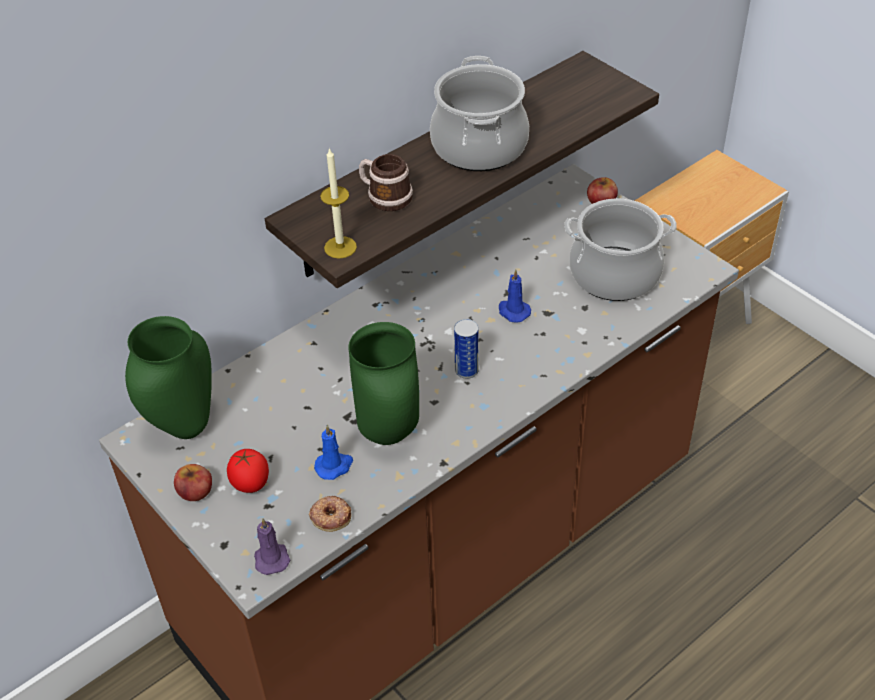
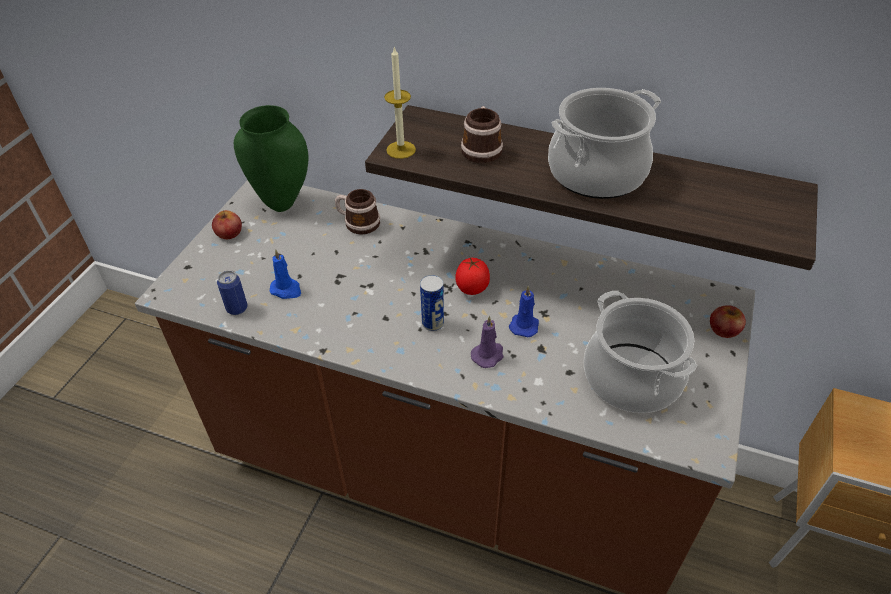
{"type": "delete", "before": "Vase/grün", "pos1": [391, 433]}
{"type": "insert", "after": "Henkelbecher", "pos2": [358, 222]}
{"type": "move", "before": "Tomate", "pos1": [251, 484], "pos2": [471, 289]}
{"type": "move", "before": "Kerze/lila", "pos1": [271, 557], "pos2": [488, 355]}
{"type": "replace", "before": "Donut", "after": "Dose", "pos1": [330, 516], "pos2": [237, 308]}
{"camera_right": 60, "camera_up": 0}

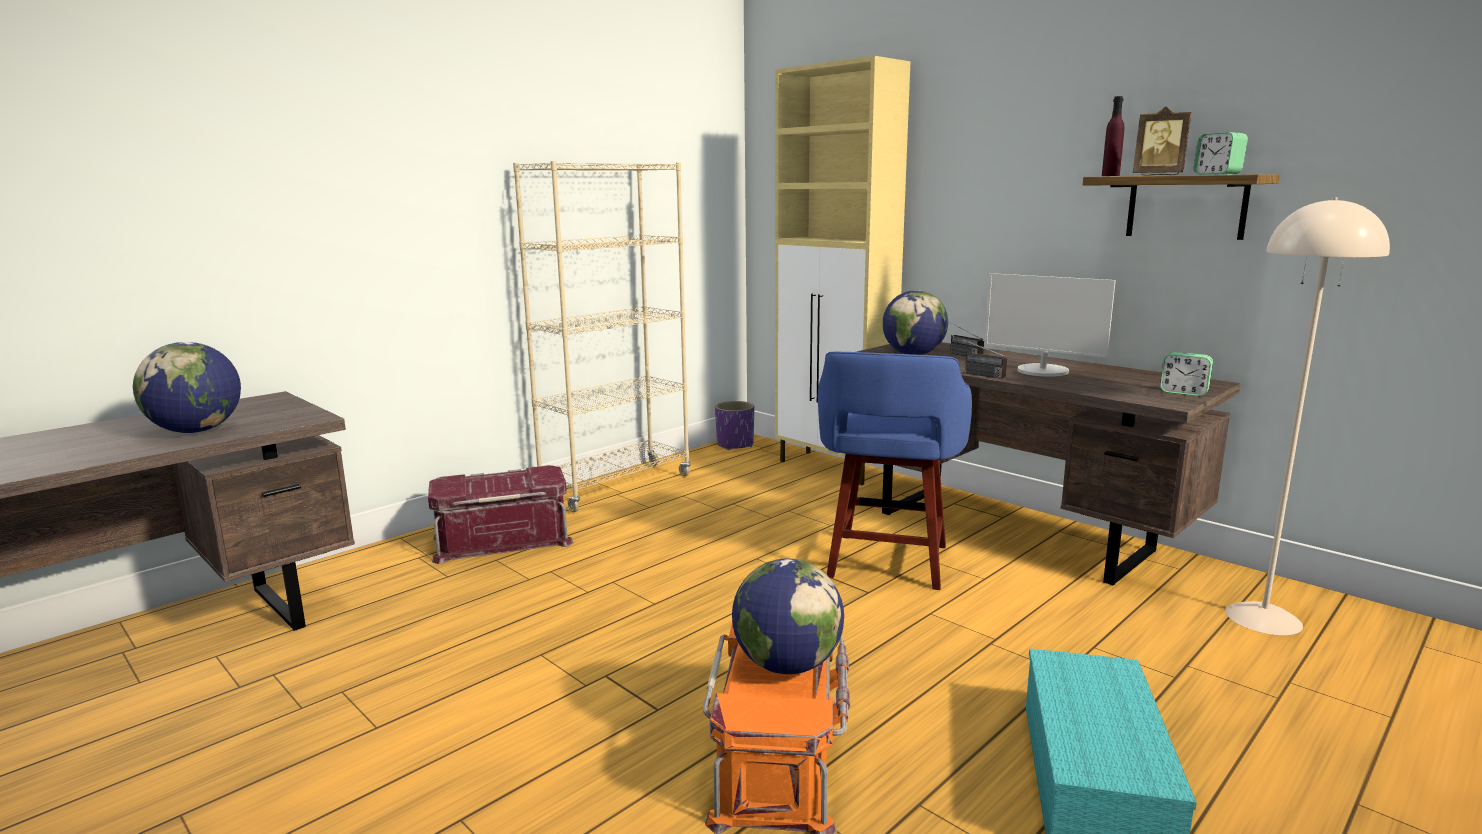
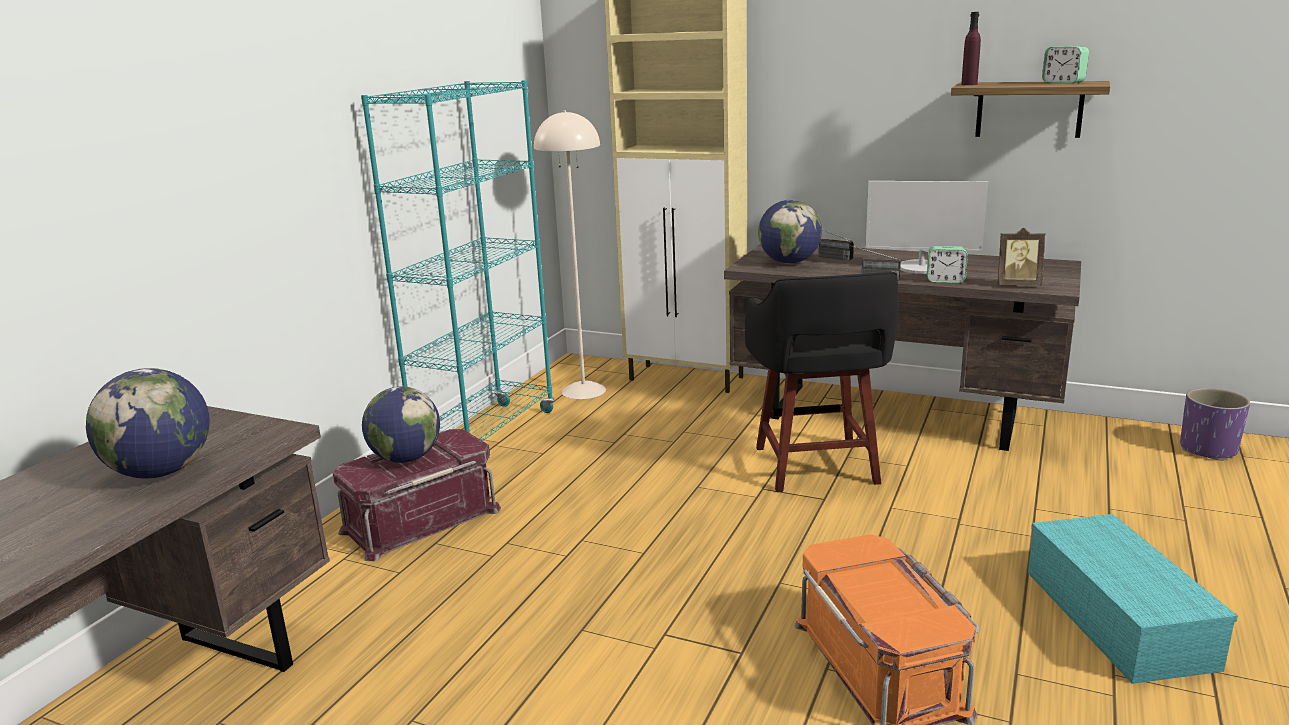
{"type": "move", "before": "Pflanzkübel/lila", "pos1": [735, 445], "pos2": [1208, 449]}
{"type": "move", "before": "Globus", "pos1": [787, 665], "pos2": [406, 458]}
{"type": "move", "before": "Bilderrahmen", "pos1": [1158, 175], "pos2": [1017, 285]}
{"type": "move", "before": "Wecker", "pos1": [1183, 393], "pos2": [945, 281]}
{"type": "move", "before": "Stehlampe/beige", "pos1": [1264, 618], "pos2": [584, 390]}
{"type": "recolor", "before": "Bücherregal/beige", "after": "Bücherregal/türkis", "pos1": [616, 486], "pos2": [487, 437]}
{"type": "recolor", "before": "Hocker/blau", "after": "Hocker/schwarz", "pos1": [887, 563], "pos2": [817, 467]}
{"camera_right": -20, "camera_up": 5}

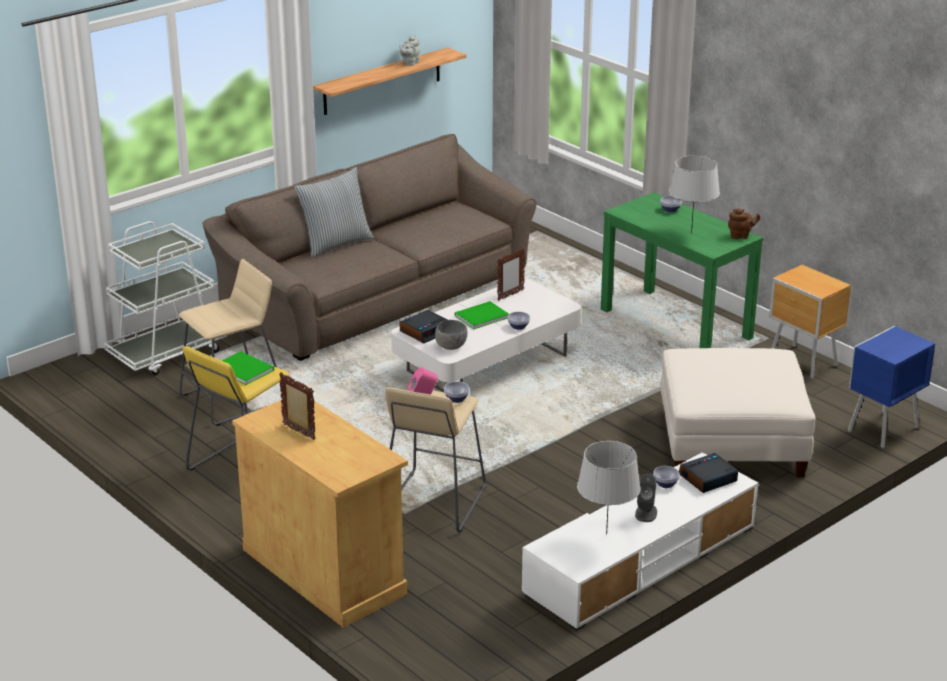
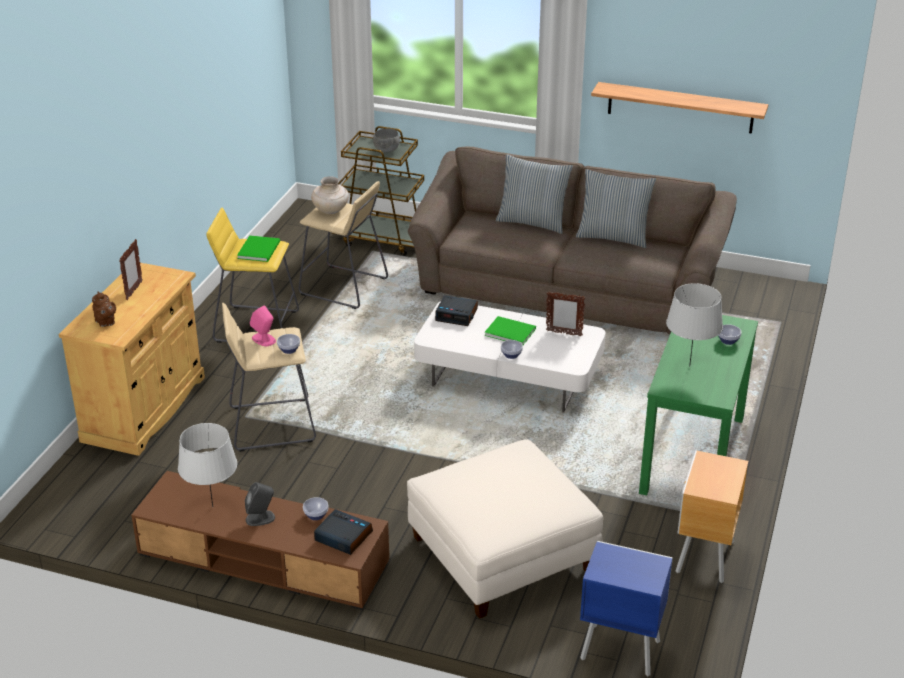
{"type": "delete", "before": "Teekanne/grau", "pos1": [410, 63]}
{"type": "insert", "after": "Vase/beige", "pos2": [330, 210]}
{"type": "insert", "after": "Kissen", "pos2": [613, 237]}
{"type": "move", "before": "Schüssel/grau", "pos1": [452, 346], "pos2": [387, 151]}
{"type": "move", "before": "Teekanne/braun", "pos1": [741, 236], "pos2": [105, 322]}
{"type": "recolor", "before": "Rollwagen/weiß", "after": "Rollwagen/braun", "pos1": [167, 353], "pos2": [383, 238]}
{"type": "recolor", "before": "Fernsehschrank/weiß", "after": "Fernsehschrank/braun", "pos1": [641, 560], "pos2": [263, 558]}
{"camera_right": 60, "camera_up": 5}

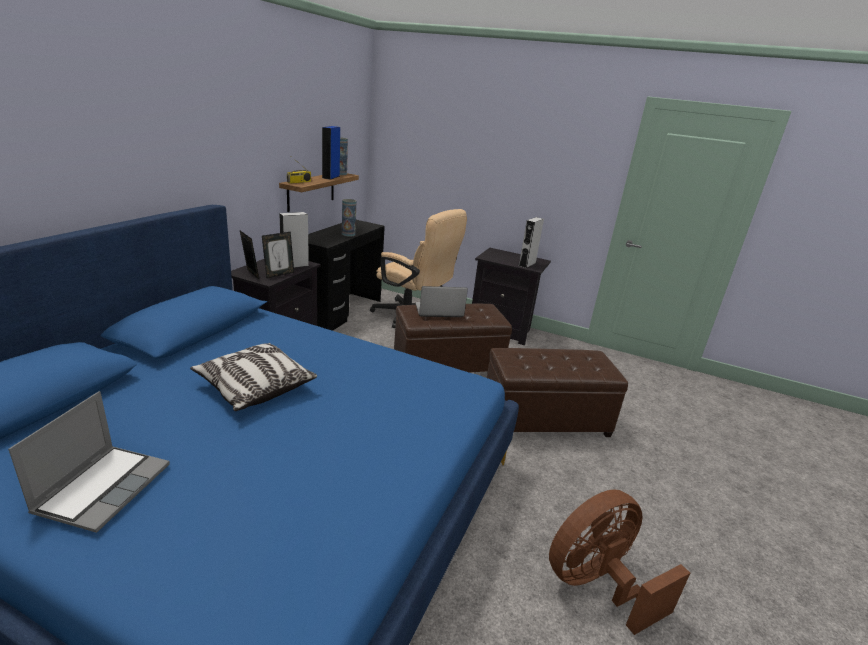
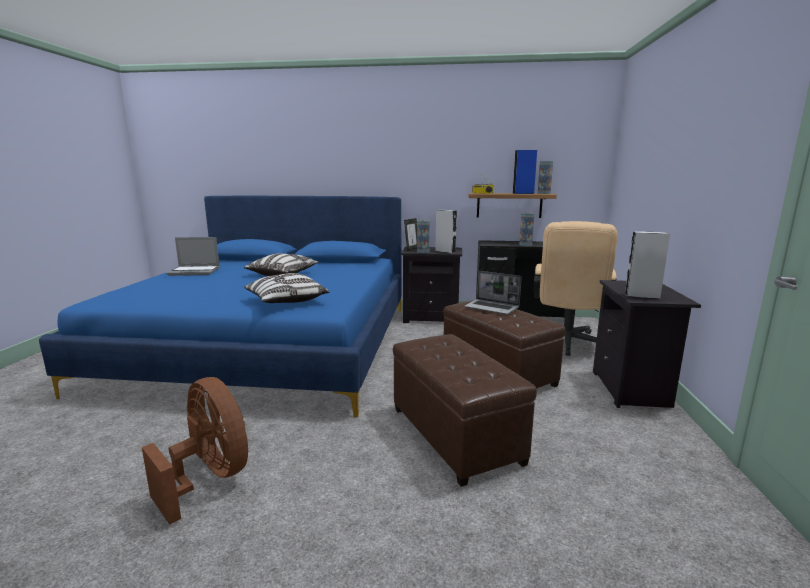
{"type": "insert", "after": "Kissen", "pos2": [286, 301]}
{"type": "replace", "before": "Bilderrahmen", "after": "Vase", "pos1": [279, 274], "pos2": [423, 251]}
{"type": "rotate", "before": "Laptop", "pos1": [438, 311], "pos2": [492, 308], "turn": 150}
{"camera_right": 75, "camera_up": -10}

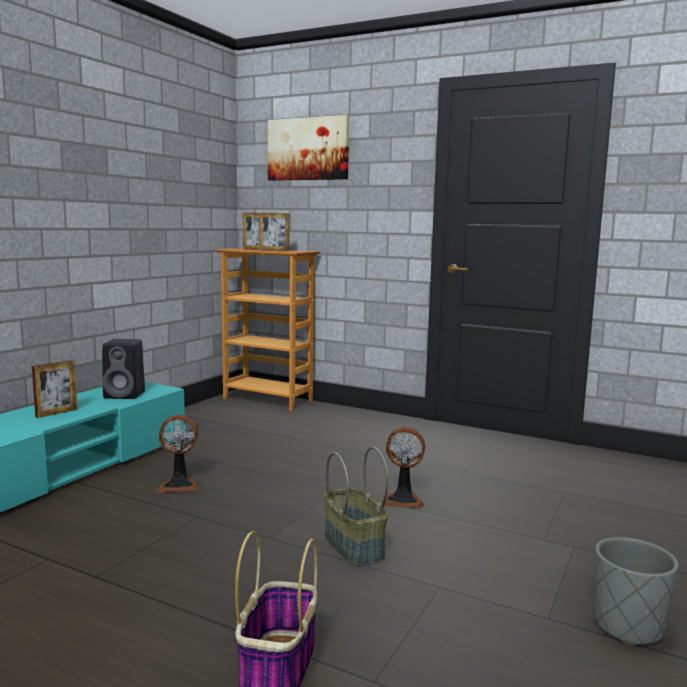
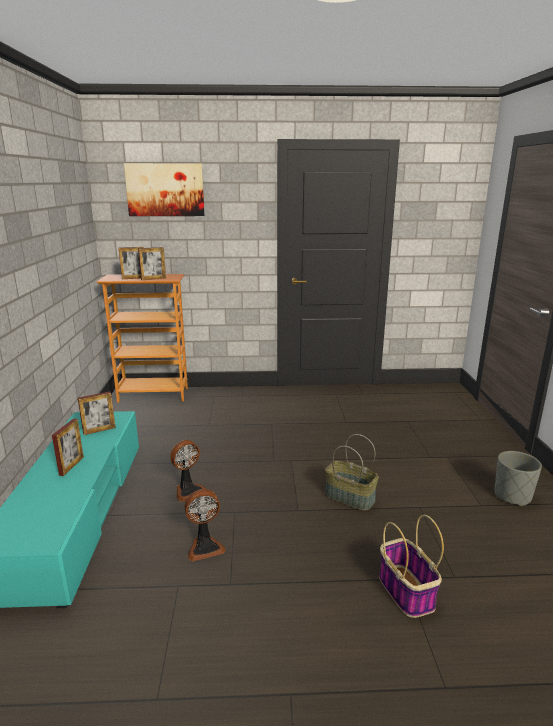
{"type": "move", "before": "Ventilator", "pos1": [403, 500], "pos2": [205, 547]}
{"type": "replace", "before": "Lautsprecher/schwarz", "after": "Bilderrahmen", "pos1": [126, 395], "pos2": [99, 430]}
{"camera_right": -30, "camera_up": 10}

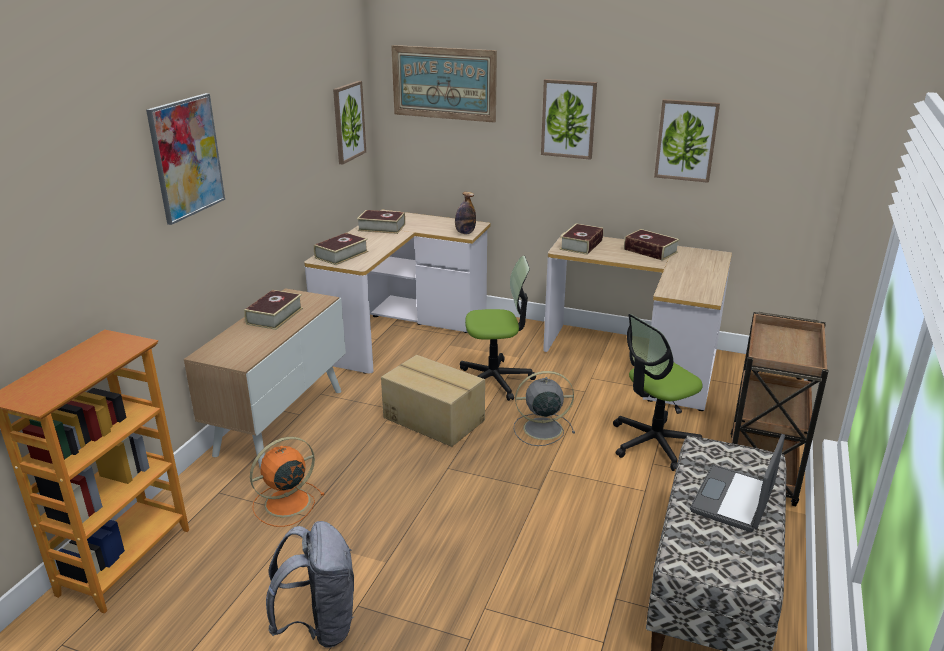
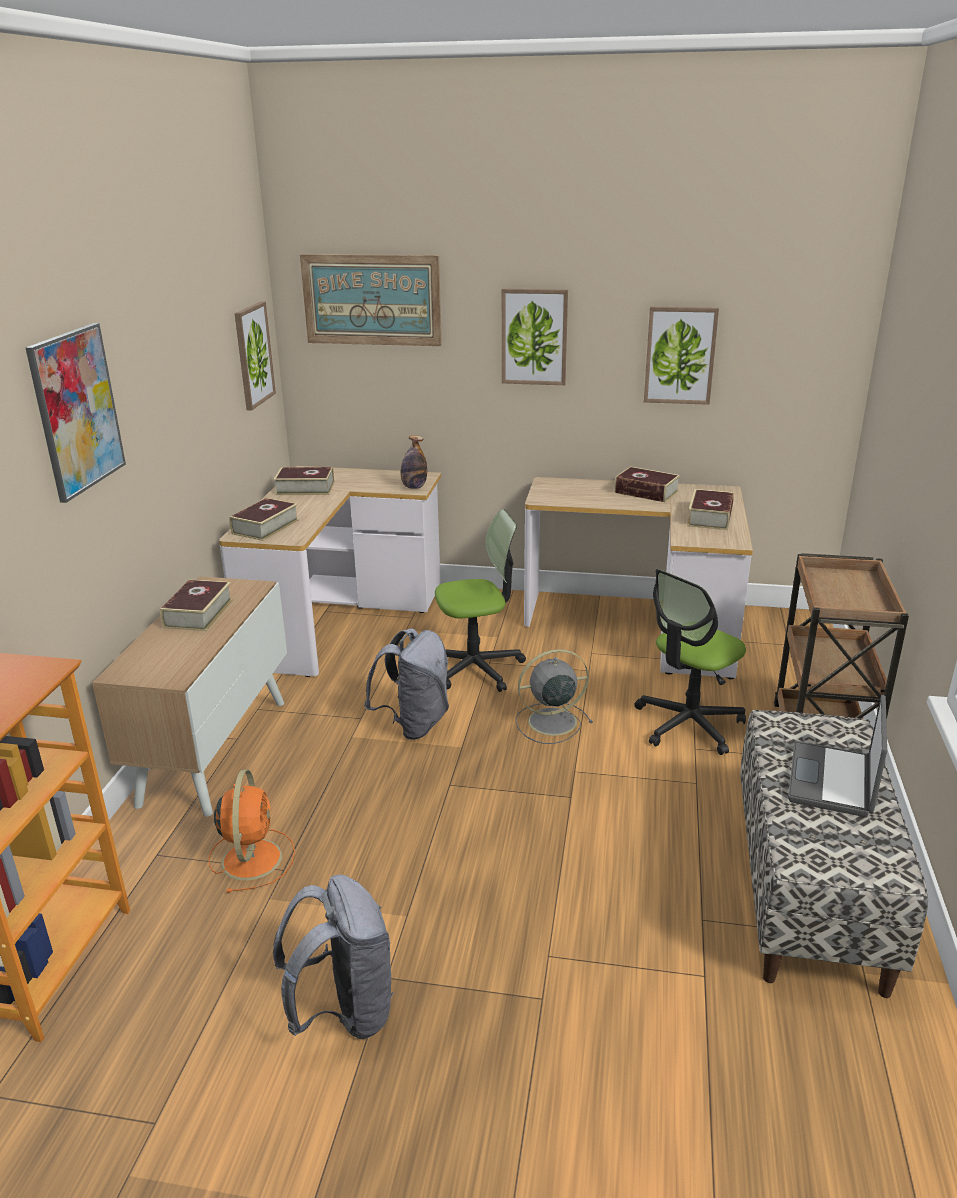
{"type": "move", "before": "Buch", "pos1": [581, 245], "pos2": [710, 517]}
{"type": "replace", "before": "Karton", "after": "Rucksack/grau", "pos1": [434, 418], "pos2": [414, 724]}
{"type": "rotate", "before": "Ventilator/orange", "pos1": [285, 503], "pos2": [252, 857], "turn": 135}
{"camera_right": -10, "camera_up": 0}

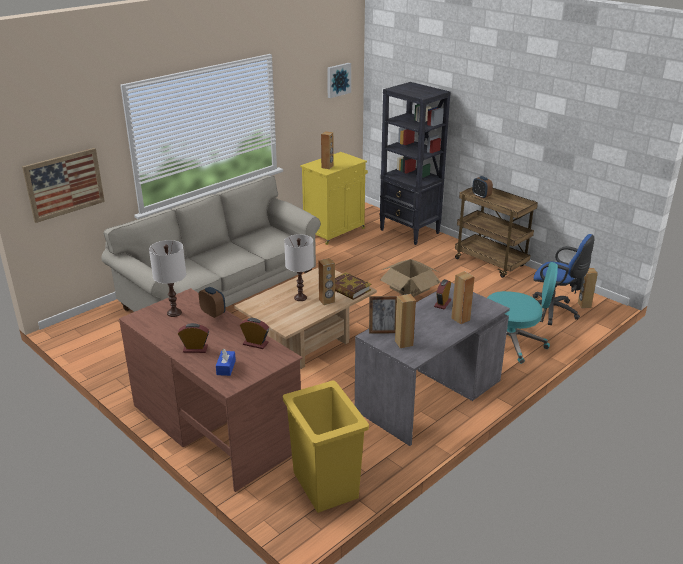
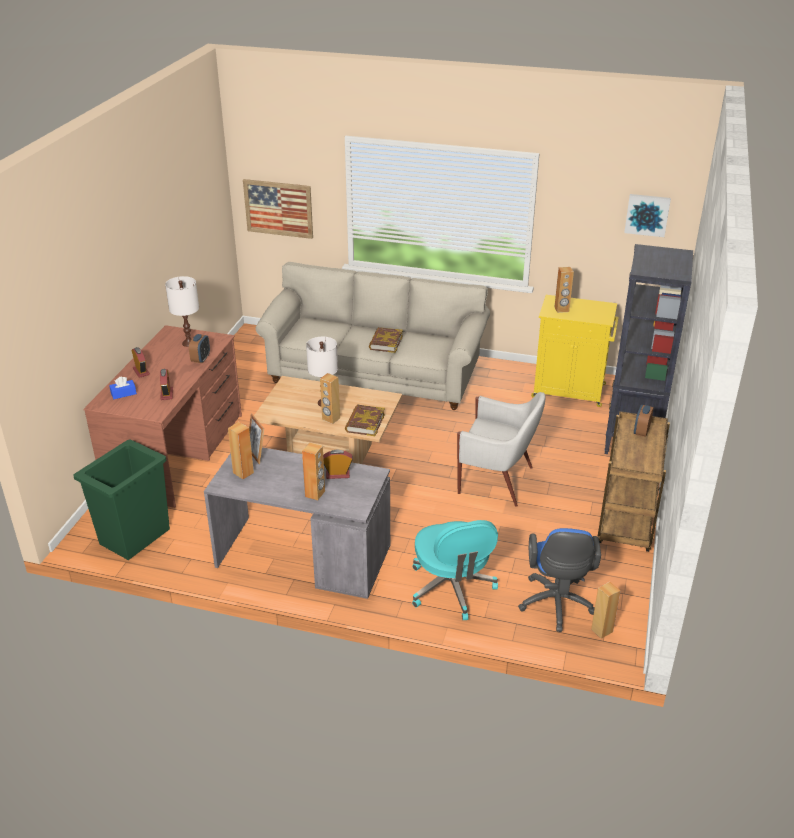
{"type": "insert", "after": "Buch", "pos2": [385, 343]}
{"type": "replace", "before": "Karton", "after": "Sessel/weiß", "pos1": [409, 288], "pos2": [497, 481]}
{"type": "recolor", "before": "Mülleimer/gelb", "after": "Mülleimer/grün", "pos1": [325, 486], "pos2": [133, 537]}
{"camera_right": 60, "camera_up": 5}

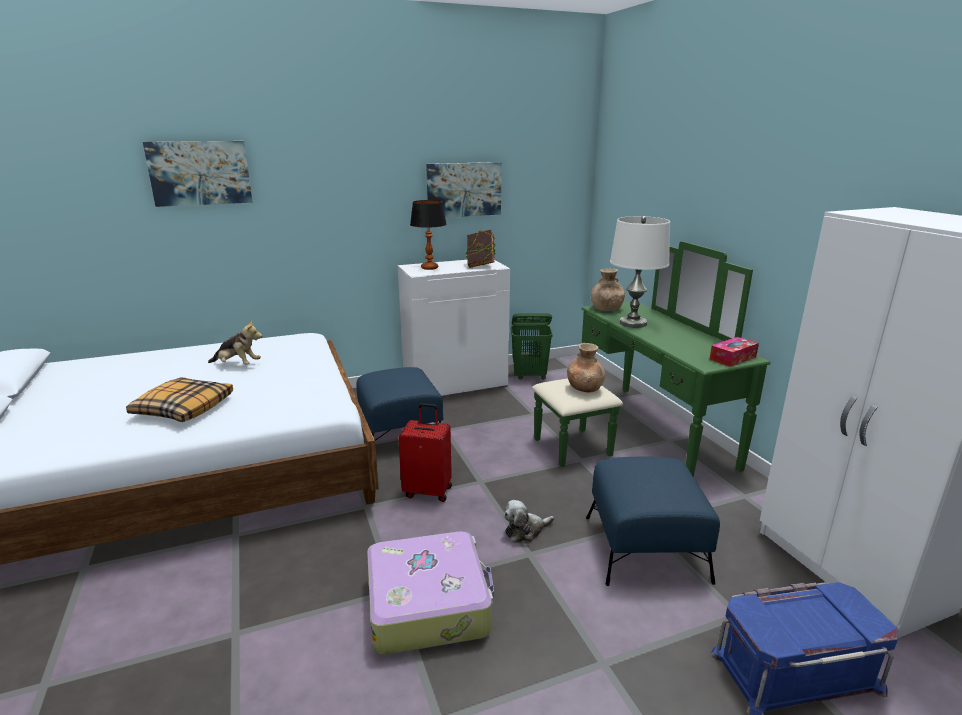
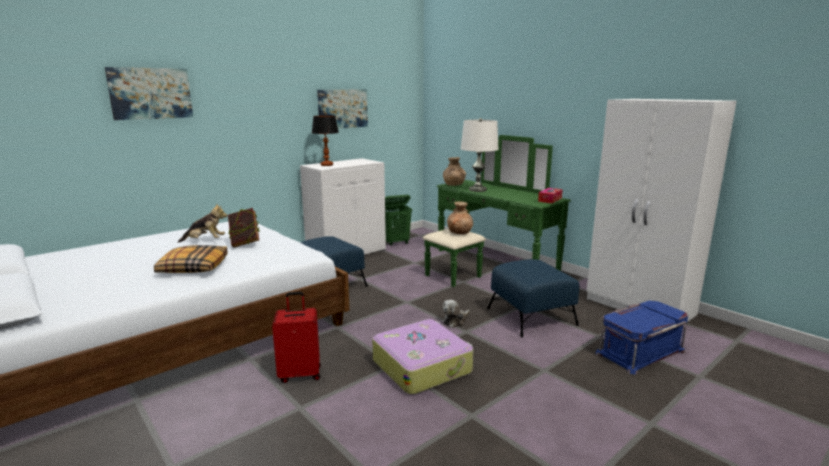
{"type": "move", "before": "Koffer/rot", "pos1": [428, 491], "pos2": [300, 374]}
{"type": "move", "before": "Buch", "pos1": [480, 265], "pos2": [245, 244]}
{"camera_right": -20, "camera_up": -5}

